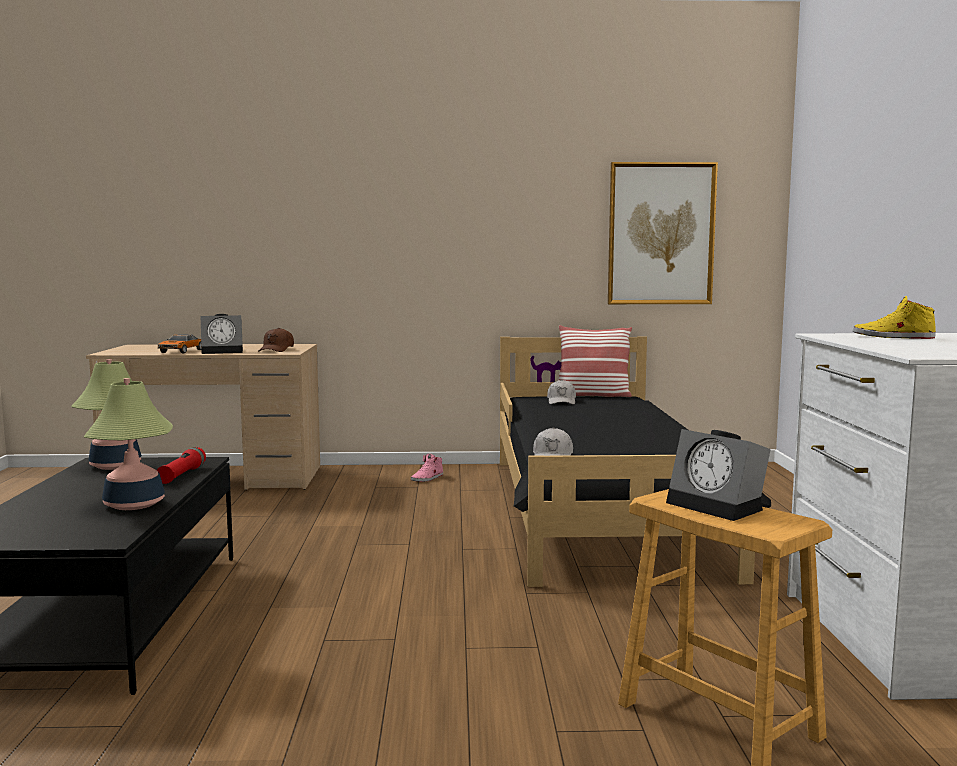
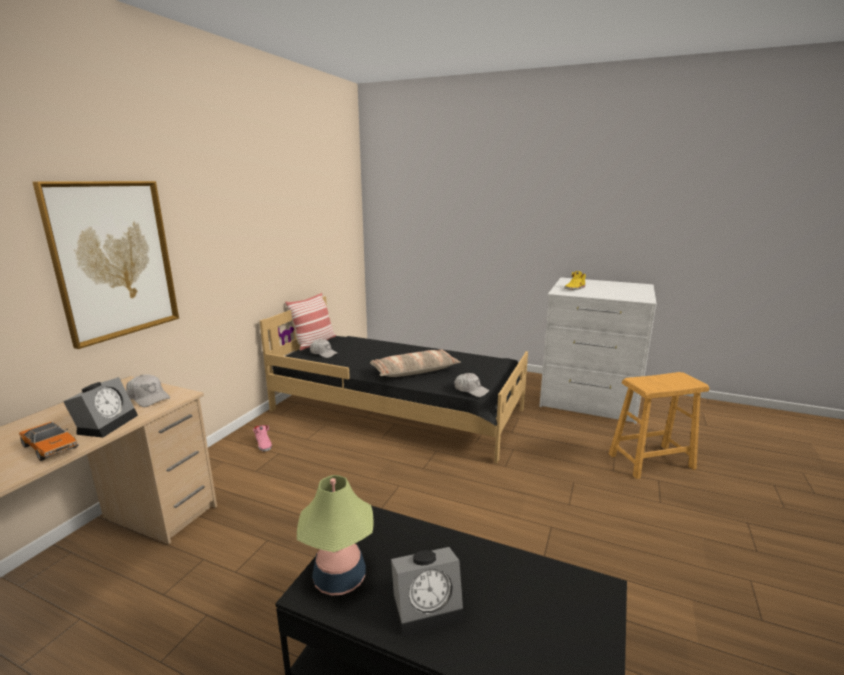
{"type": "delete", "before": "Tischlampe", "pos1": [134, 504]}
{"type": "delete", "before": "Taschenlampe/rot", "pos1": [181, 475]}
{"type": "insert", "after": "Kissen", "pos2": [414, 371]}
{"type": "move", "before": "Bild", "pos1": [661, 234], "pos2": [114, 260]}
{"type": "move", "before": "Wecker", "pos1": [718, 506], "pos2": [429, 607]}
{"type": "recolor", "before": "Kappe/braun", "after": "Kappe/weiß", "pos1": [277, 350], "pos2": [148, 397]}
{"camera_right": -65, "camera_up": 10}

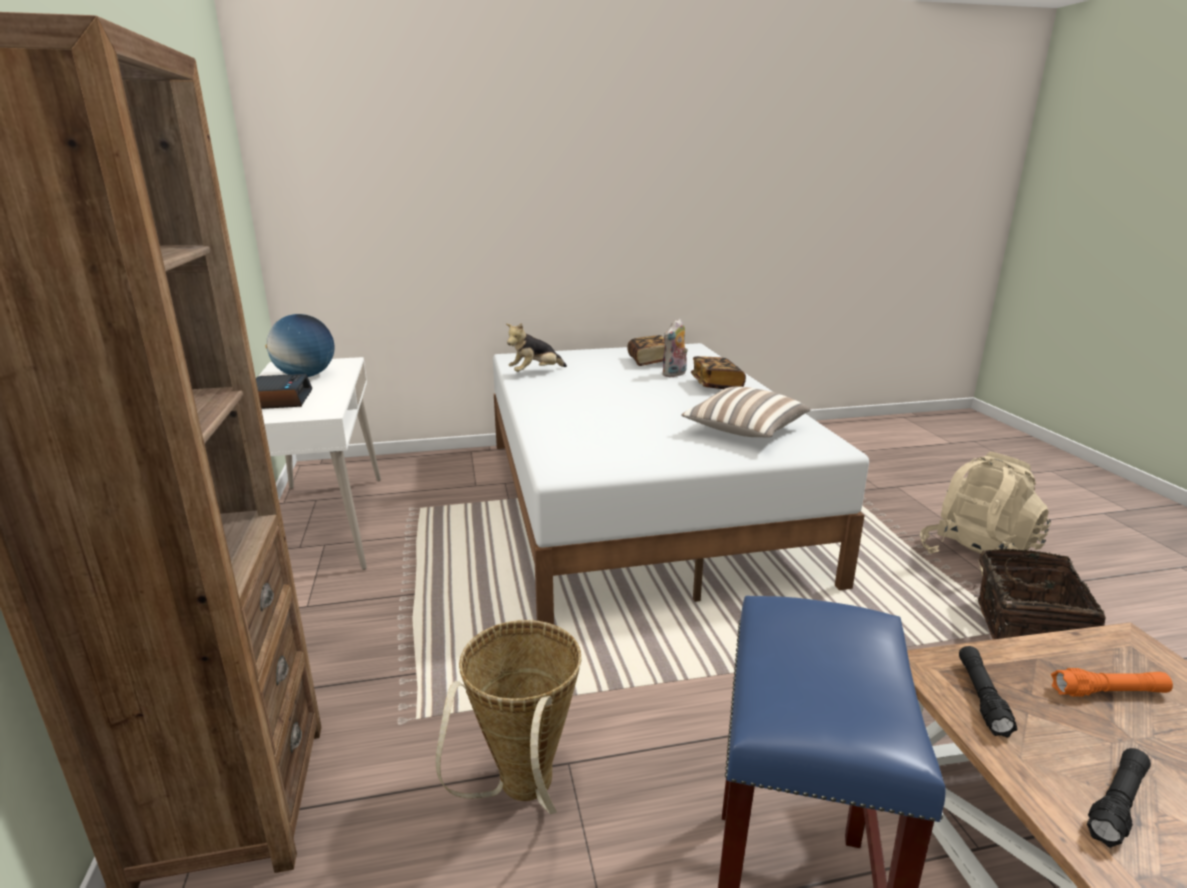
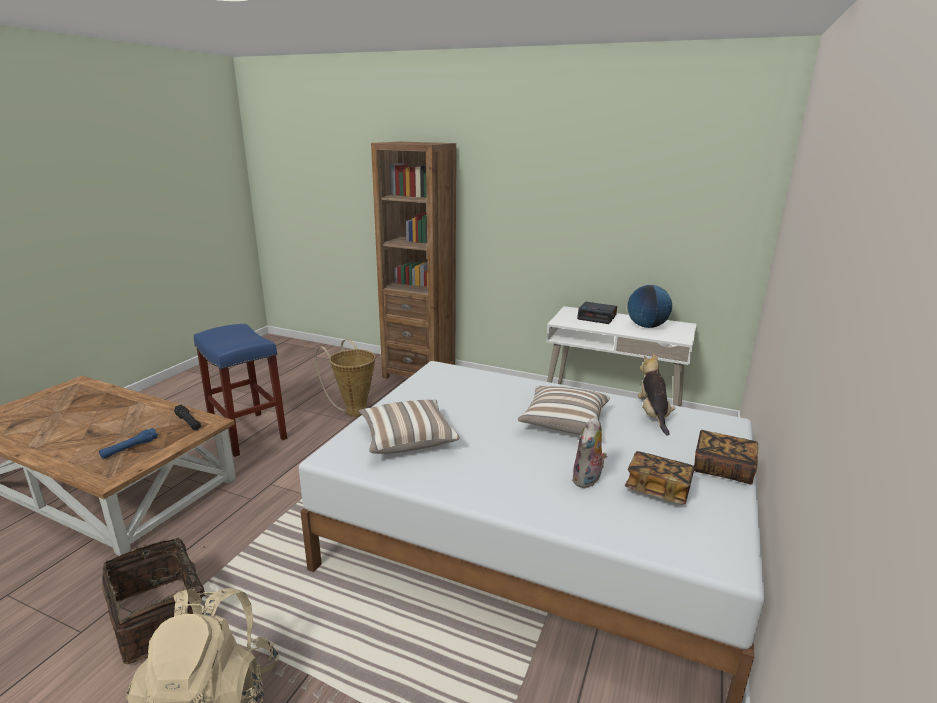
{"type": "delete", "before": "Taschenlampe/schwarz", "pos1": [1117, 804]}
{"type": "insert", "after": "Kissen", "pos2": [564, 423]}
{"type": "move", "before": "Buch", "pos1": [716, 385], "pos2": [722, 469]}
{"type": "recolor", "before": "Taschenlampe/orange", "after": "Taschenlampe/blau", "pos1": [1108, 692], "pos2": [130, 448]}
{"type": "rotate", "before": "Plüschtier", "pos1": [674, 374], "pos2": [587, 480], "turn": -135}
{"camera_right": 125, "camera_up": 0}

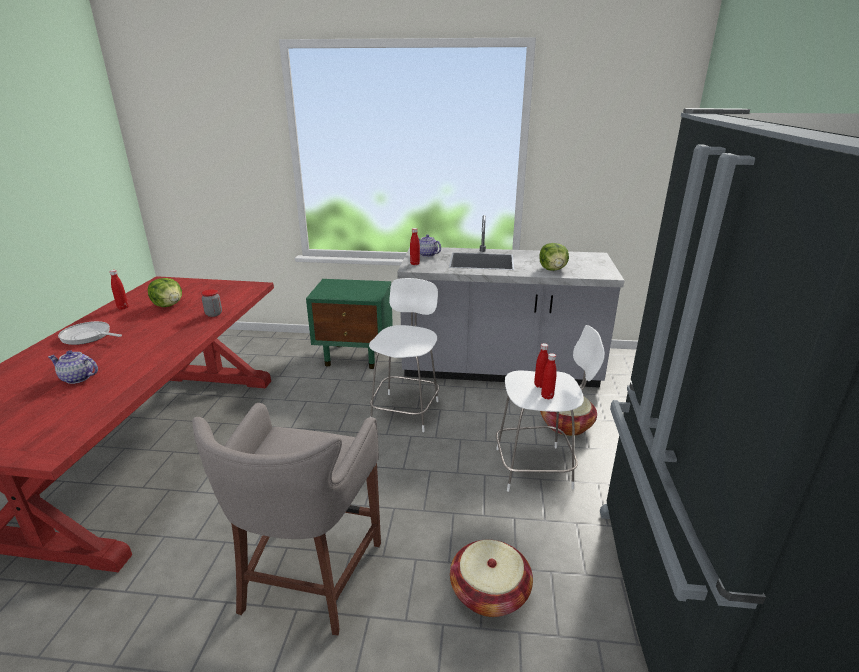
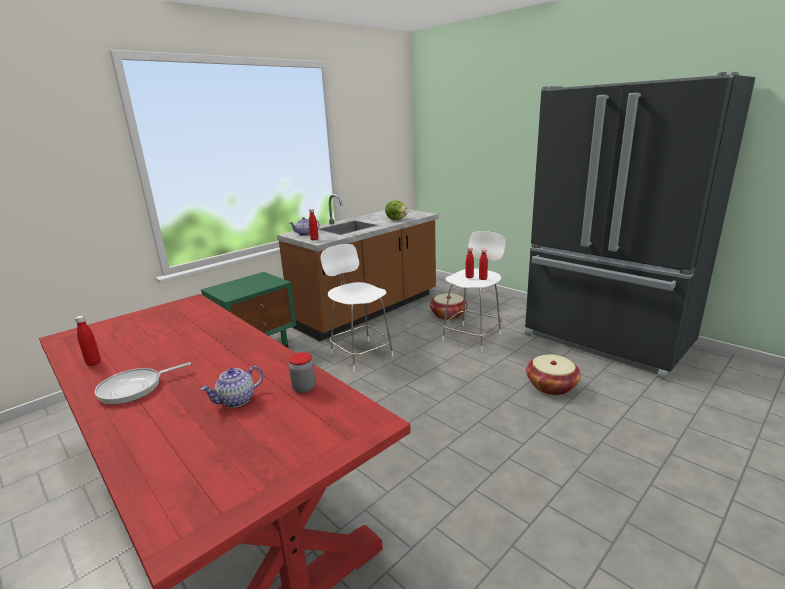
{"type": "delete", "before": "Salatkopf", "pos1": [169, 305]}
{"type": "delete", "before": "Hocker/grau", "pos1": [308, 579]}
{"type": "move", "before": "Vorratsglas", "pos1": [213, 314], "pos2": [304, 387]}
{"type": "recolor", "before": "Küchenzeile/grau", "after": "Küchenzeile/braun", "pos1": [500, 370], "pos2": [368, 311]}
{"camera_right": -50, "camera_up": -5}

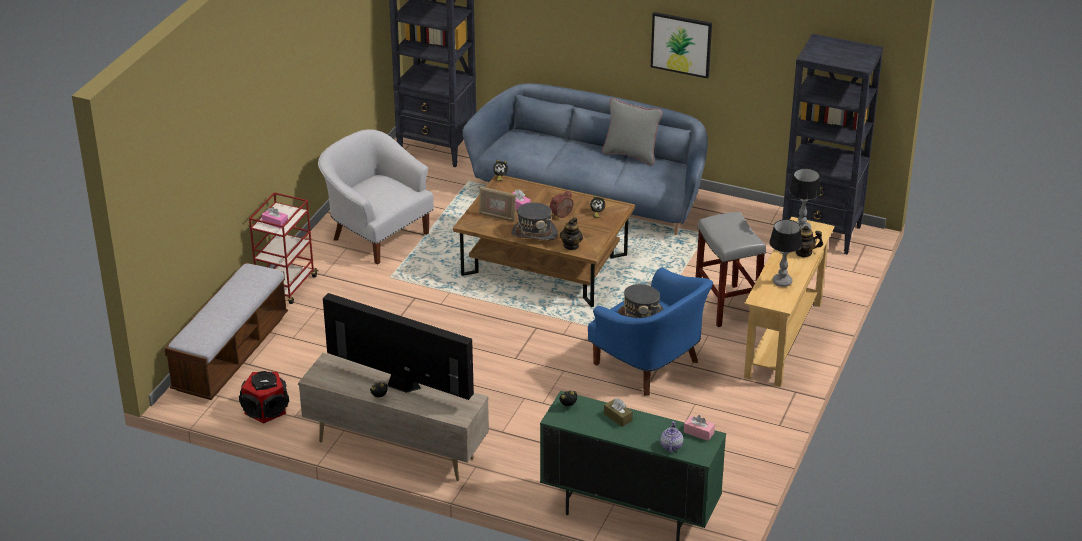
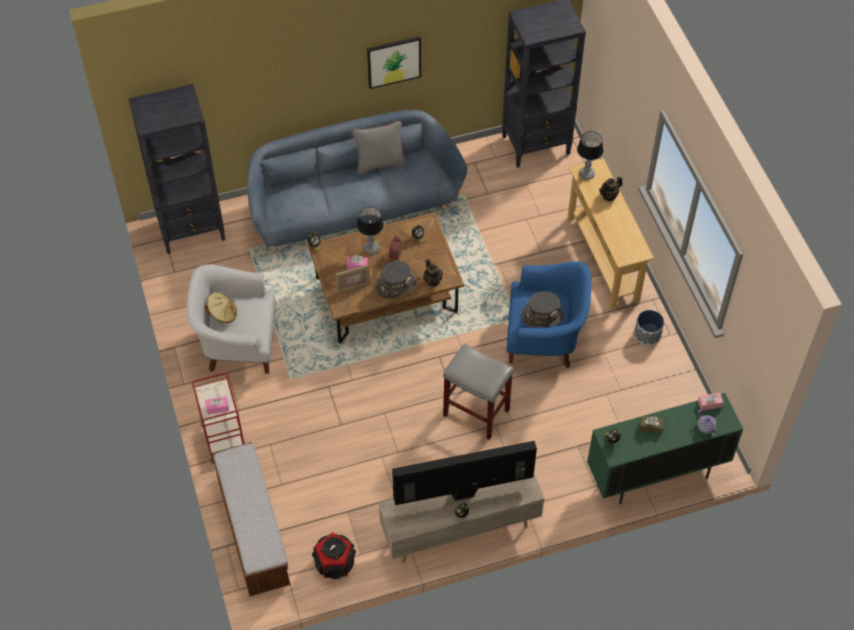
{"type": "insert", "after": "Hut/beige", "pos2": [222, 313]}
{"type": "insert", "after": "Pflanzkübel", "pos2": [647, 334]}
{"type": "move", "before": "Hocker/grau", "pos1": [727, 306], "pos2": [477, 412]}
{"type": "move", "before": "Tischlampe", "pos1": [781, 282], "pos2": [371, 249]}
{"camera_right": -40, "camera_up": 20}

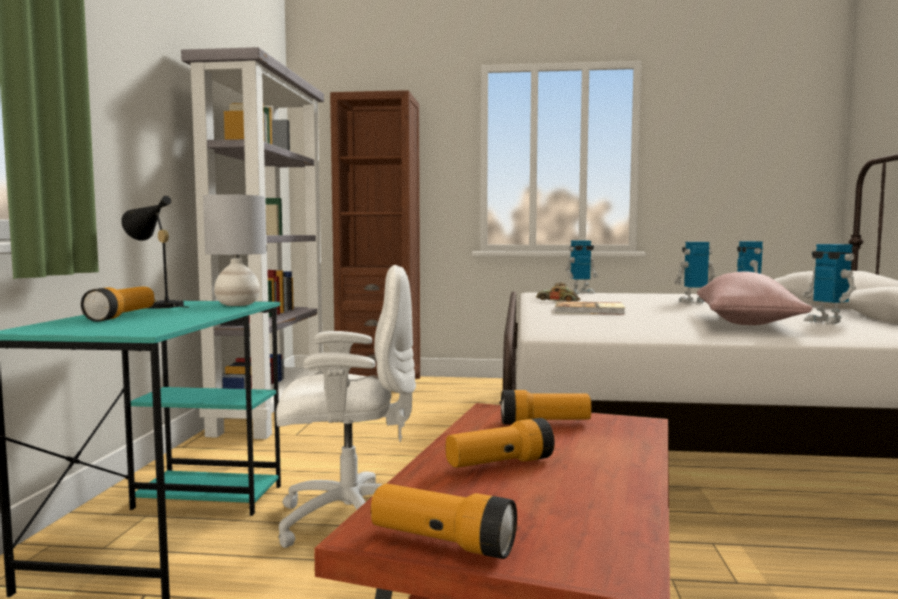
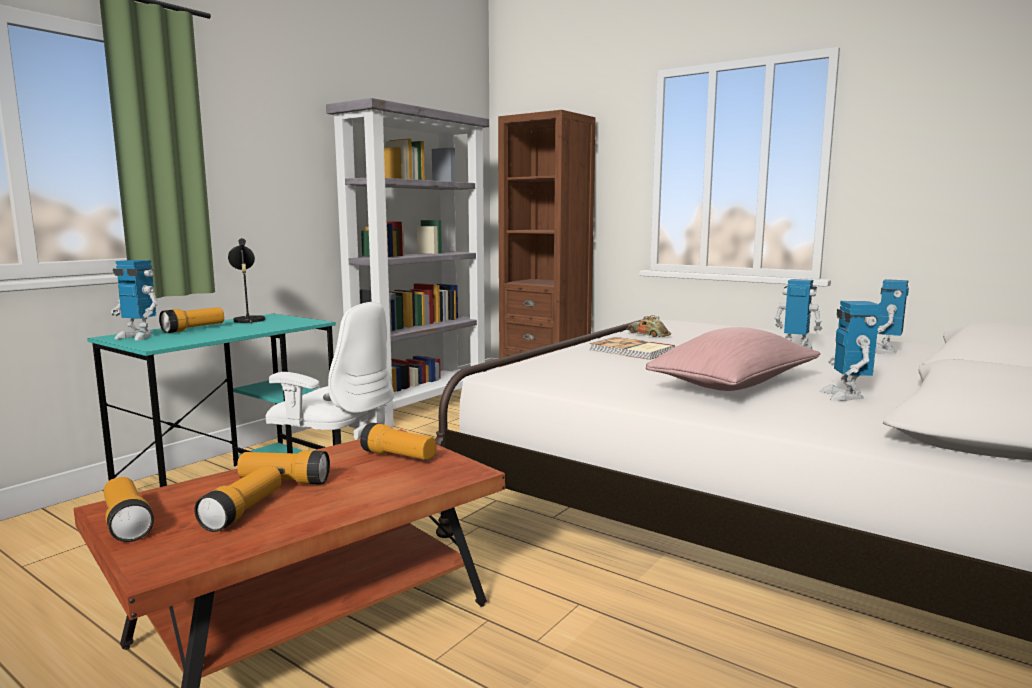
{"type": "delete", "before": "Tischlampe/grau", "pos1": [237, 304]}
{"type": "insert", "after": "Taschenlampe", "pos2": [243, 512]}
{"type": "move", "before": "Spielzeugroboter", "pos1": [581, 292], "pos2": [138, 337]}
{"camera_right": 30, "camera_up": 5}

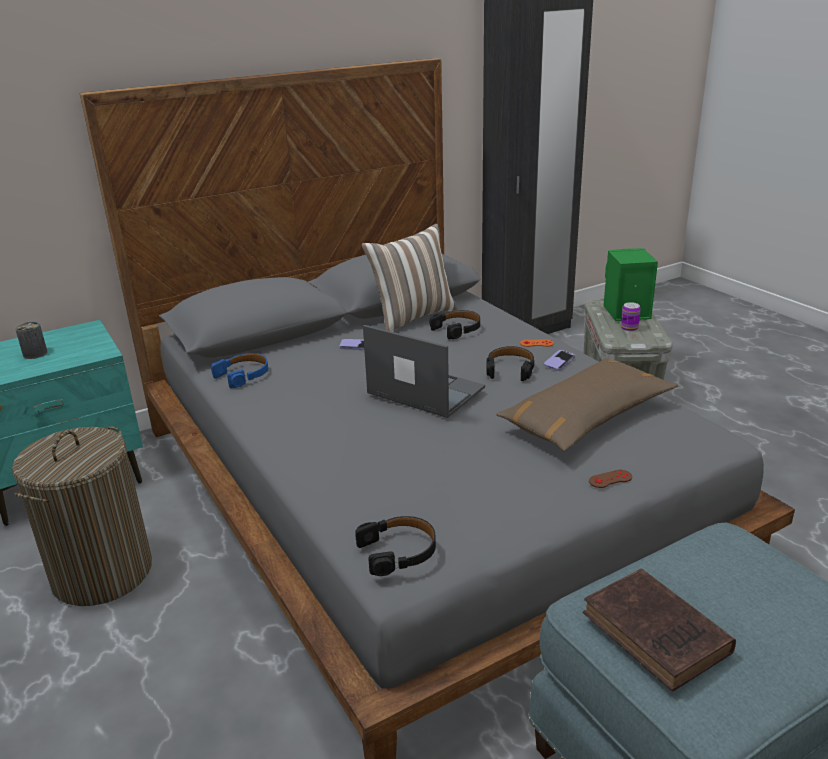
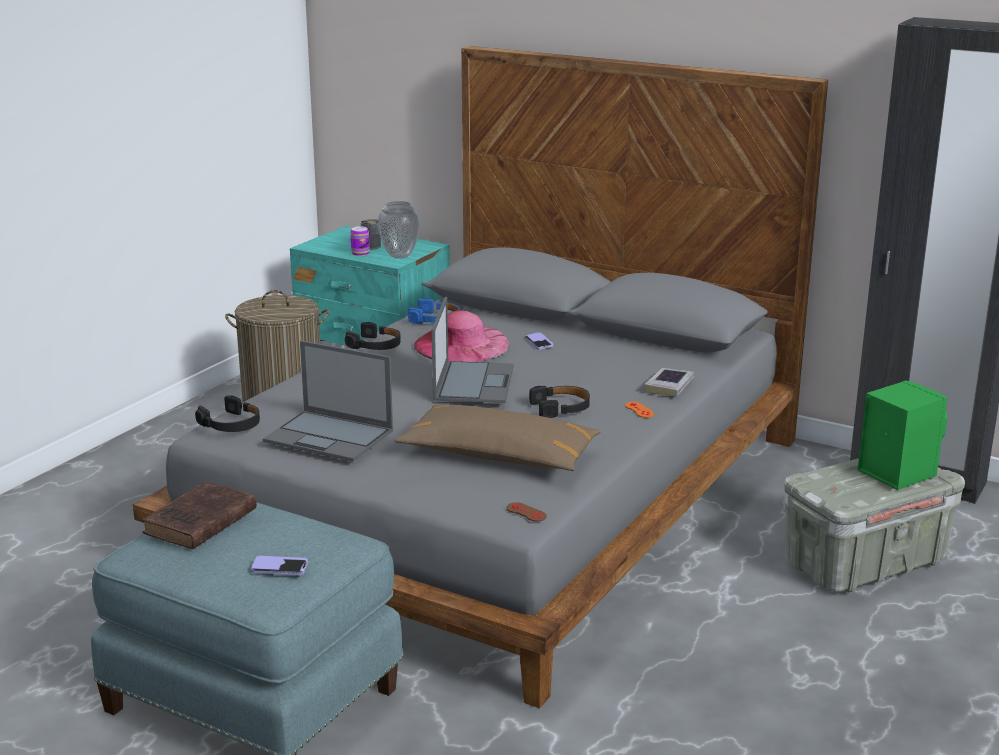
{"type": "delete", "before": "Kissen", "pos1": [412, 317]}
{"type": "insert", "after": "Laptop", "pos2": [330, 436]}
{"type": "insert", "after": "Vase", "pos2": [399, 255]}
{"type": "insert", "after": "Hut/rosa", "pos2": [461, 344]}
{"type": "insert", "after": "Buch", "pos2": [669, 386]}
{"type": "move", "before": "Kopfhörer/schwarz", "pos1": [457, 329], "pos2": [375, 345]}
{"type": "move", "before": "Handy", "pos1": [559, 361], "pos2": [279, 567]}
{"type": "move", "before": "Gamepad/braun", "pos1": [610, 479], "pos2": [526, 512]}
{"type": "move", "before": "Dose", "pos1": [629, 328], "pos2": [360, 253]}
{"camera_right": 60, "camera_up": -5}

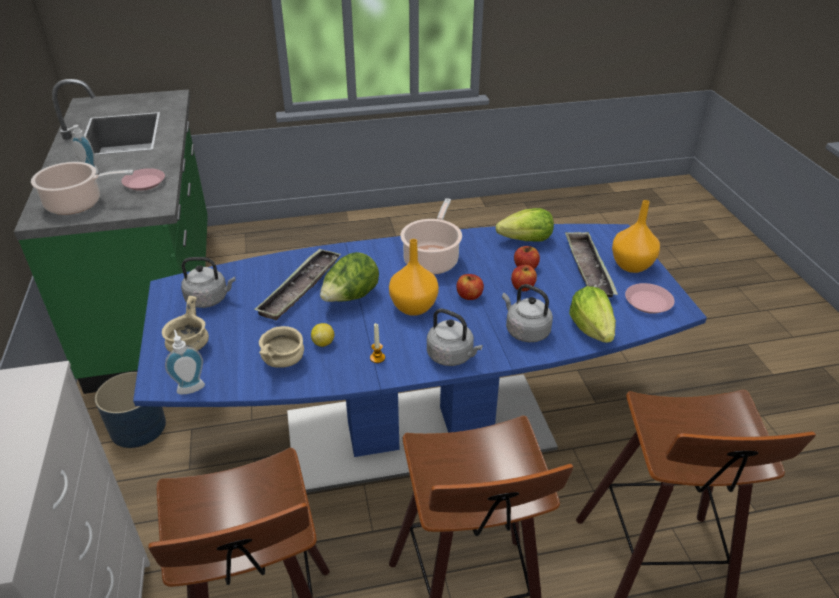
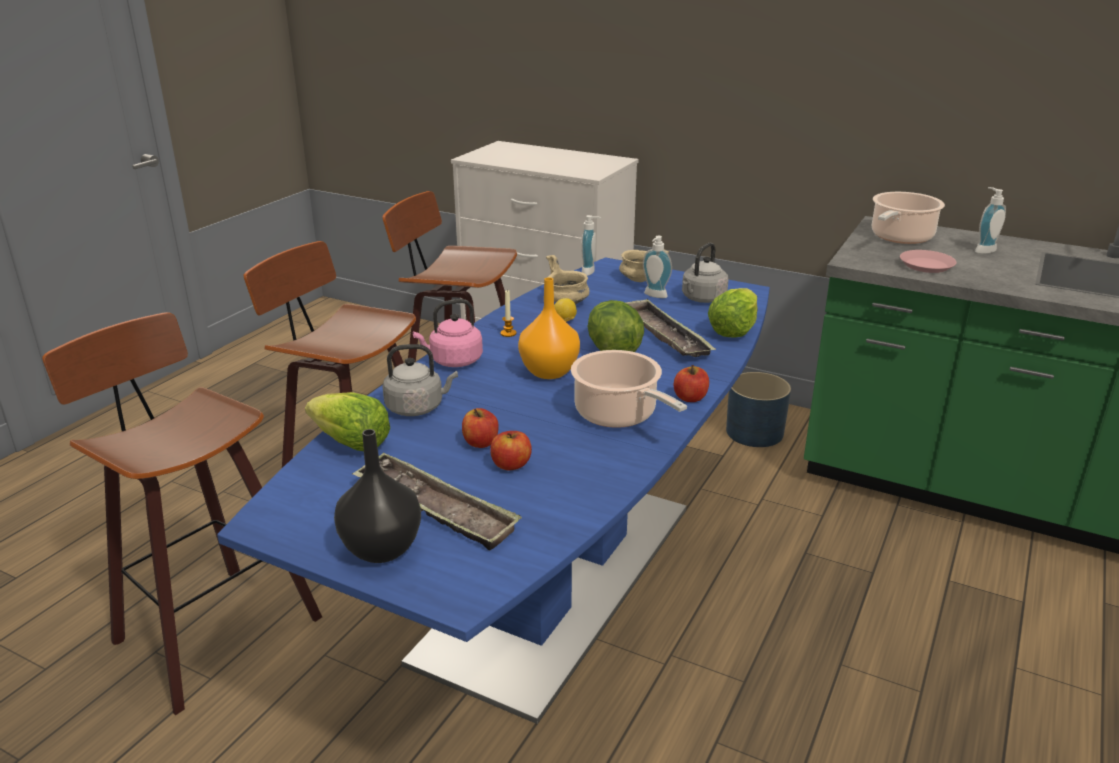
{"type": "delete", "before": "Teller/rosa", "pos1": [648, 302]}
{"type": "insert", "after": "Seifenspender", "pos2": [654, 296]}
{"type": "move", "before": "Apfel", "pos1": [469, 296], "pos2": [690, 398]}
{"type": "move", "before": "Salatkopf", "pos1": [526, 240], "pos2": [733, 331]}
{"type": "recolor", "before": "Wasserkessel/grau", "after": "Wasserkessel/rosa", "pos1": [452, 356], "pos2": [453, 361]}
{"type": "recolor", "before": "Vase/orange", "after": "Vase/schwarz", "pos1": [632, 265], "pos2": [380, 550]}
{"camera_right": 130, "camera_up": -10}

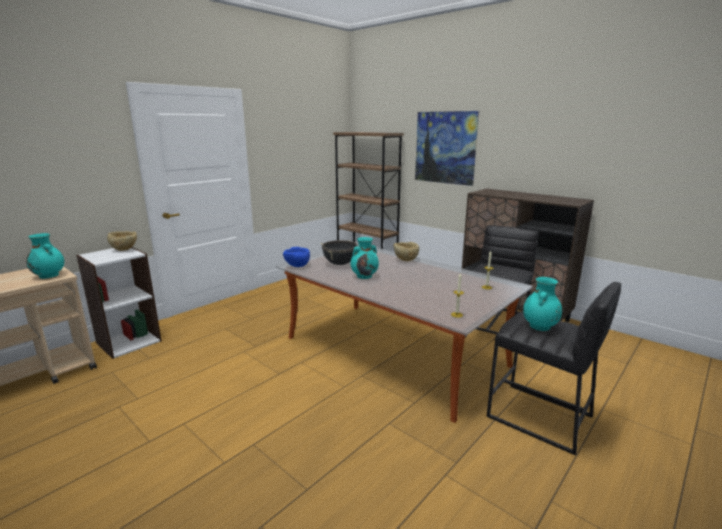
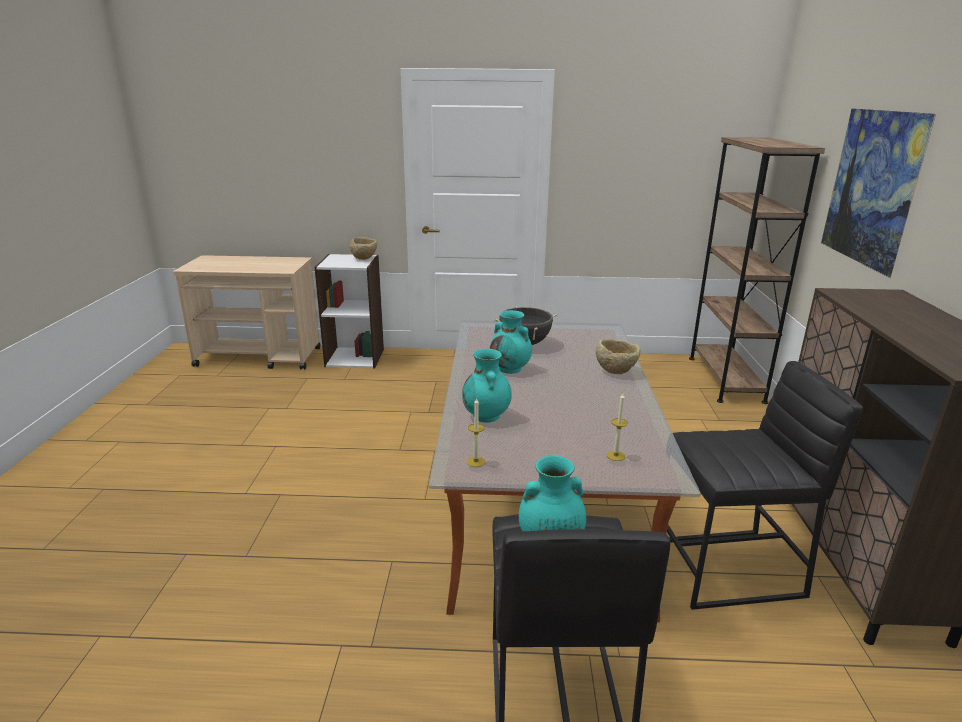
{"type": "delete", "before": "Schüssel/blau", "pos1": [297, 266]}
{"type": "move", "before": "Vase/türkis", "pos1": [49, 275], "pos2": [486, 416]}
{"camera_right": 50, "camera_up": 5}

